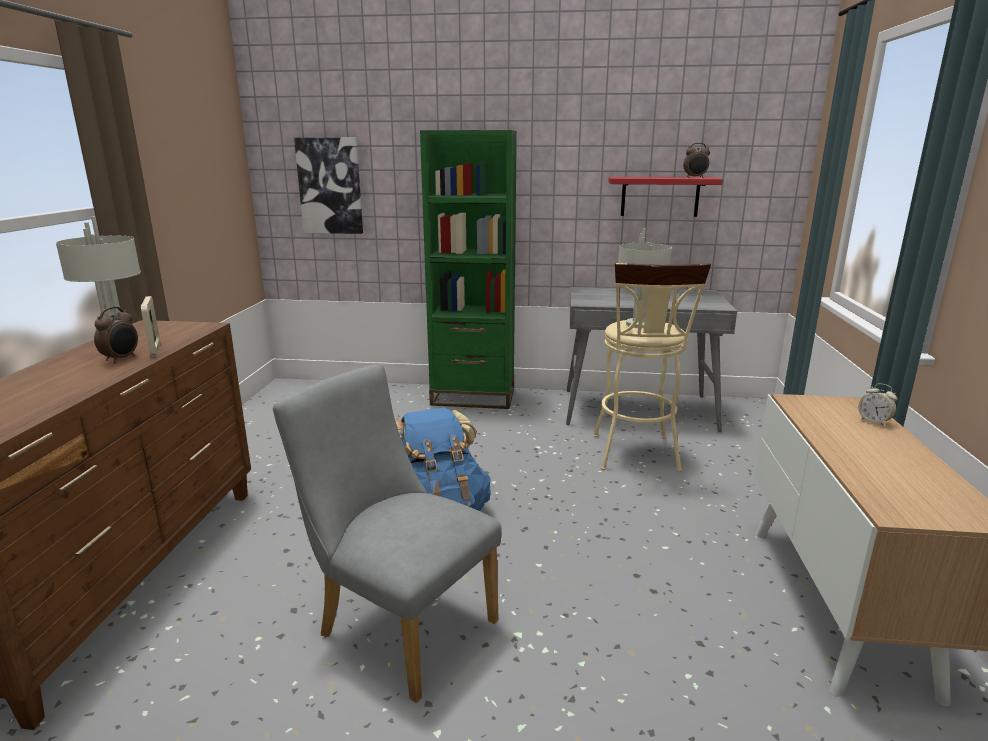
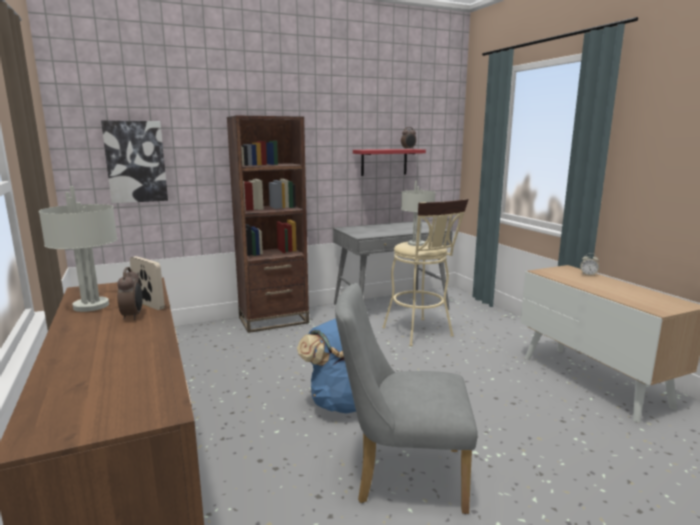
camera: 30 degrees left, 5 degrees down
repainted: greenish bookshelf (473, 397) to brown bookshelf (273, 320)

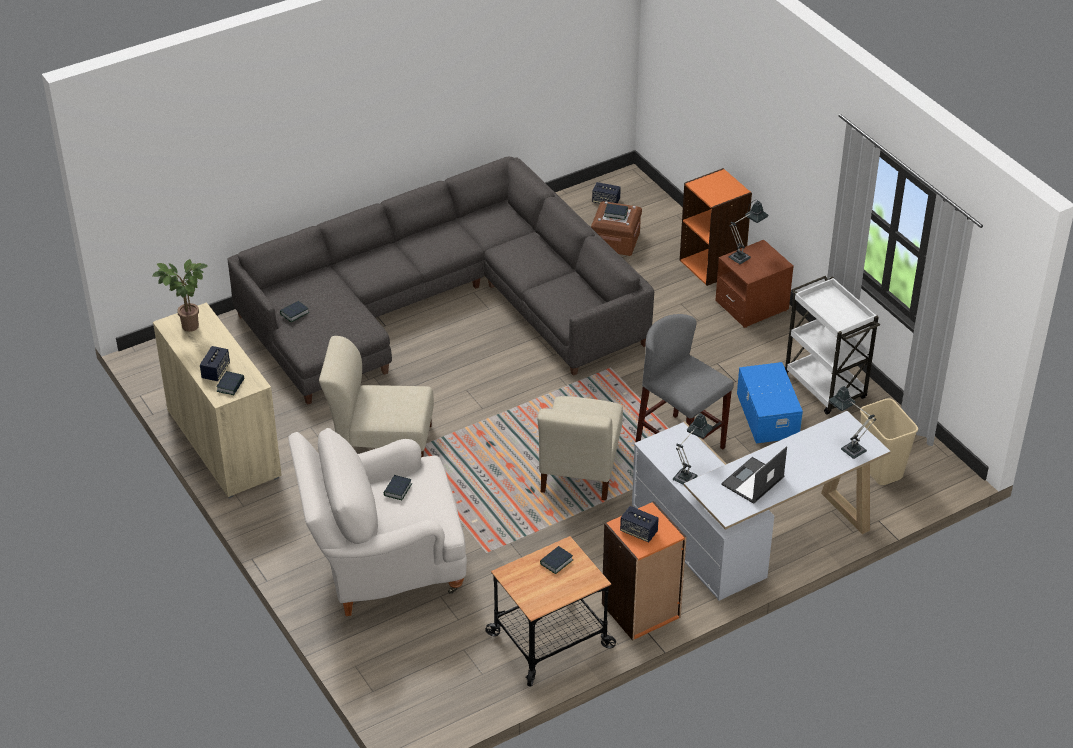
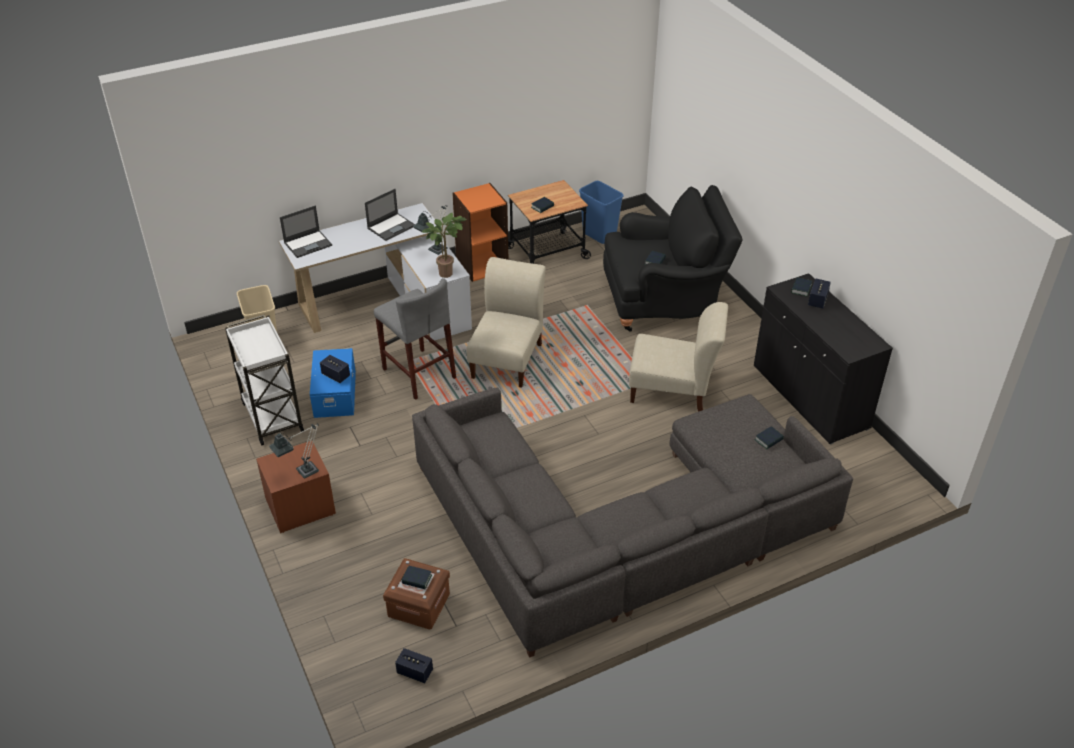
camera: 175 degrees left, 0 degrees up
gone: orange bookshelf (712, 265)
new: blue trash can (600, 235)
shifted: plant in a pot (188, 328) to (447, 272); loudspeaker (638, 532) to (336, 375)
swapped: tabletop lamp (849, 447) to laptop (308, 244)
repainted: beige-coloured cupboard (224, 444) to black-coloured cupboard (809, 397); white-coloured easy chair (382, 564) to black-coloured easy chair (664, 302)

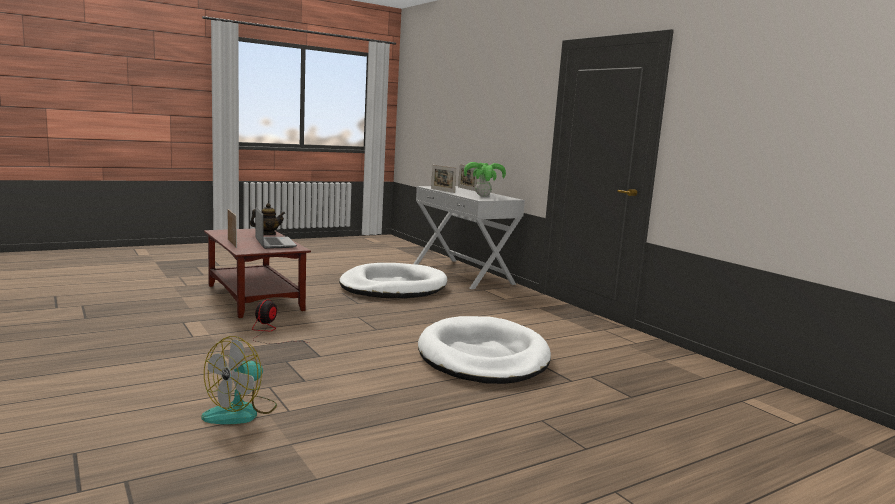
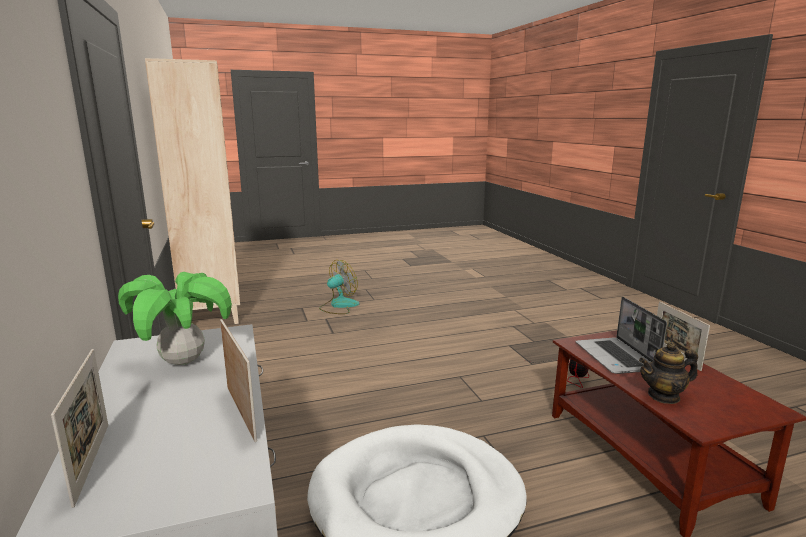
camera: 165 degrees left, 5 degrees up
gone: white-coloured dog cushion (483, 357)
new: beige-coloured bookshelf (212, 315)
shifted: cooling fan (241, 412) to (339, 306)

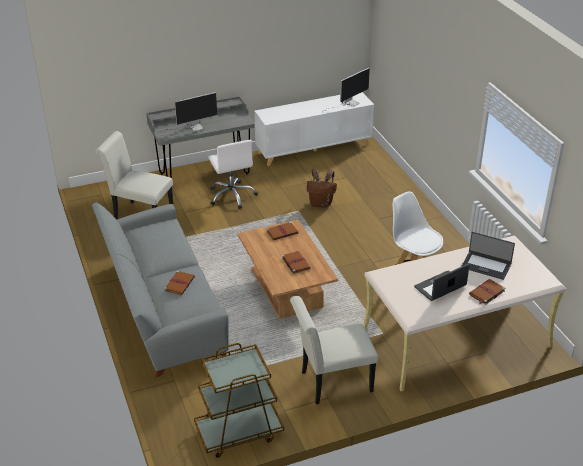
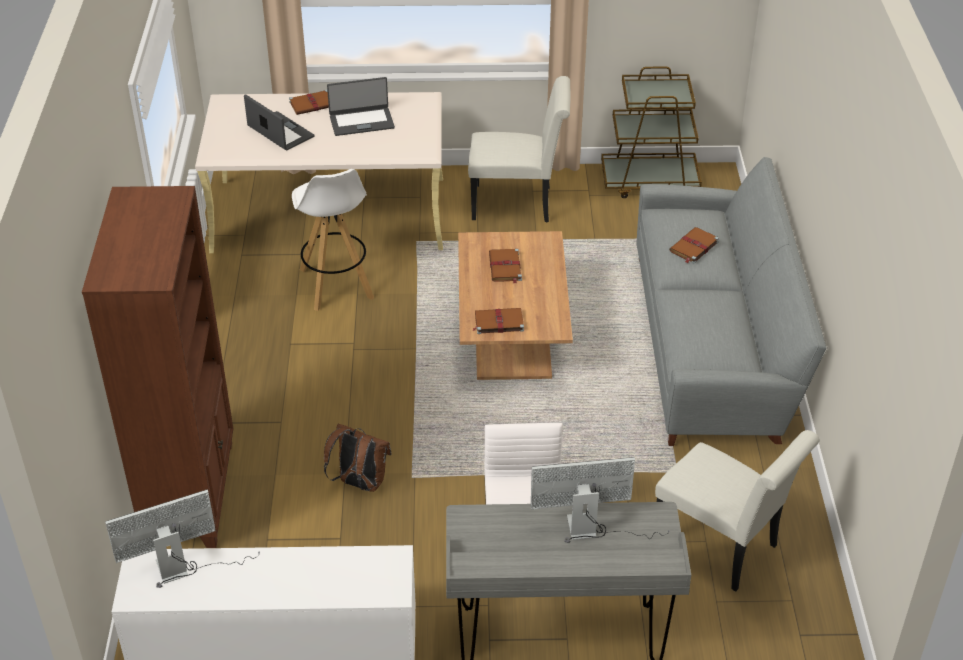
camera: 160 degrees left, 5 degrees up
new: brown bookshelf (191, 493)

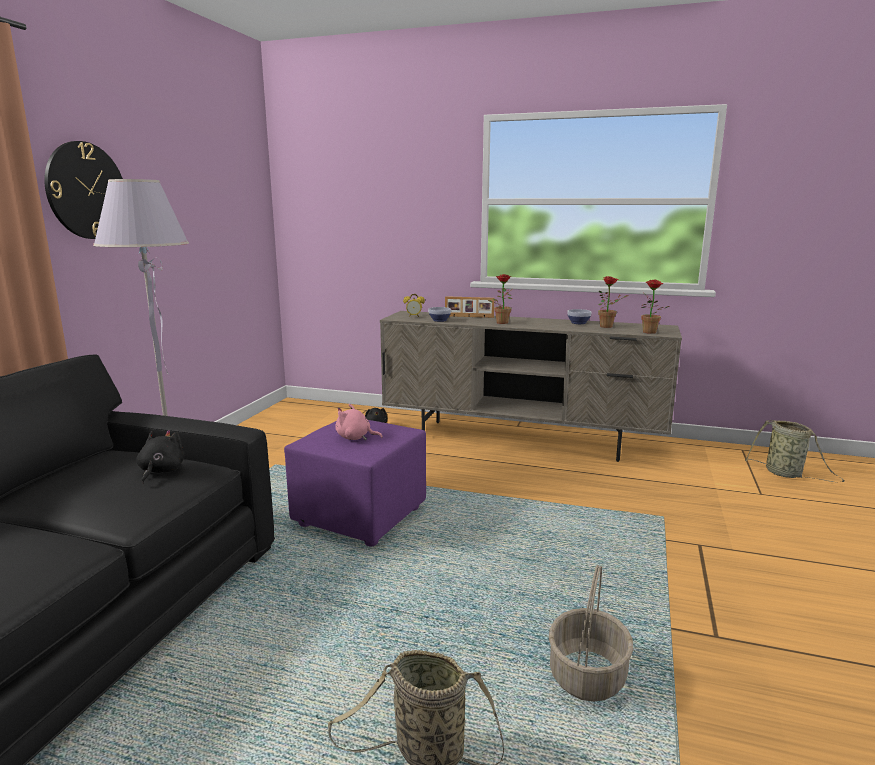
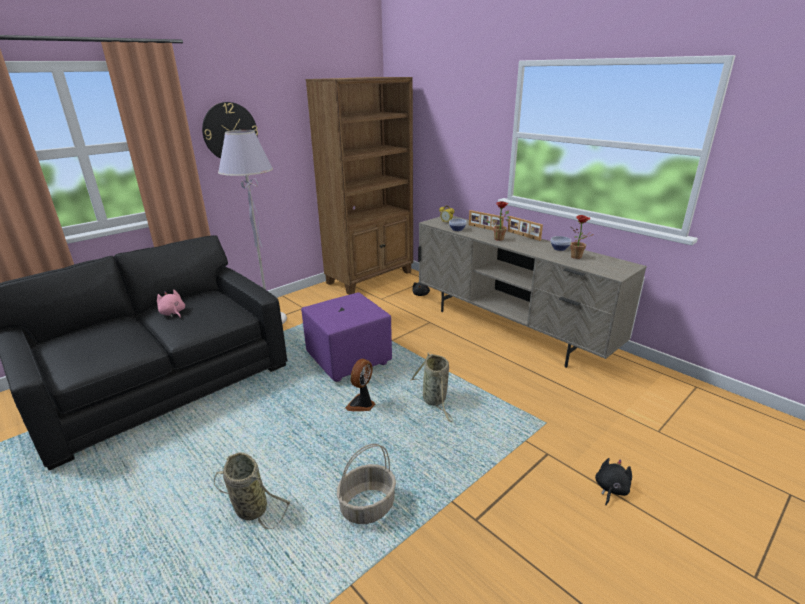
camera: 30 degrees right, 10 degrees up
gone: plant in a pot (650, 332)
new: brown bookshelf (370, 277); photo frame (523, 236); cooling fan (362, 404)
shifted: pink cuddly toy (355, 438) to (173, 313); basket (786, 474) to (435, 400); black-coloured cuddly toy (161, 471) to (610, 489)

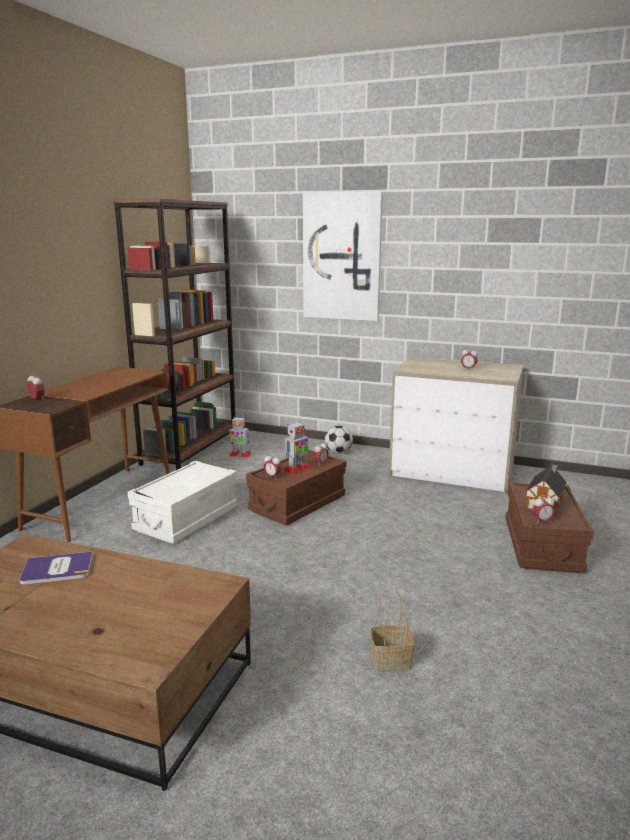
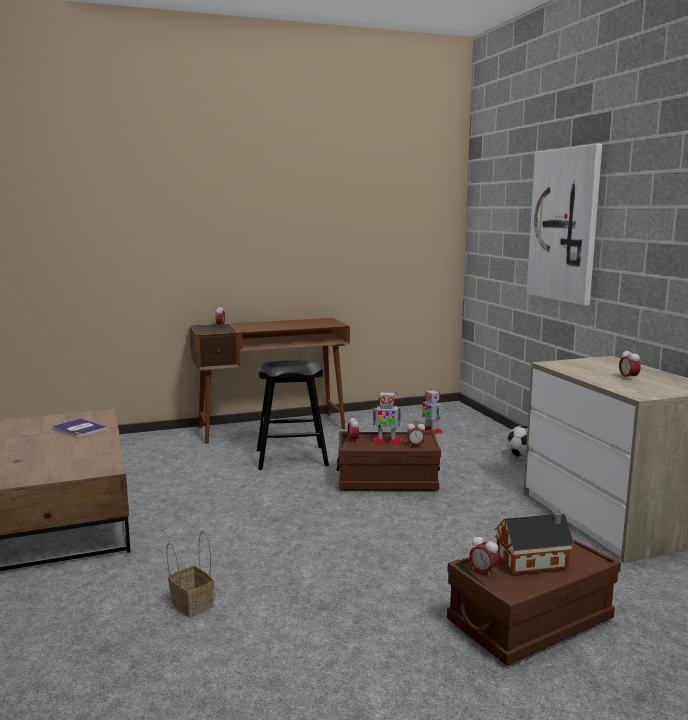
camera: 50 degrees right, 5 degrees down
gone: brown bookshelf (190, 449)
swapped: white-coloured storage bin (186, 519) to black-coloured stool seat (291, 458)

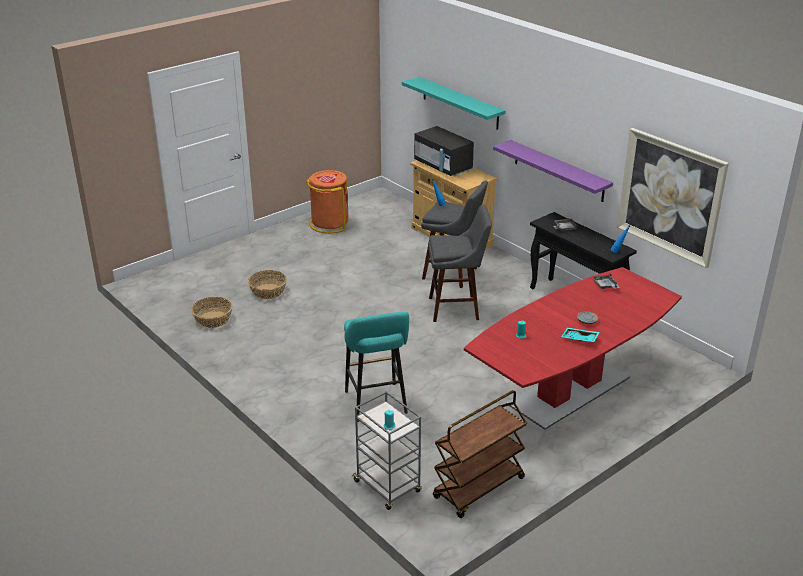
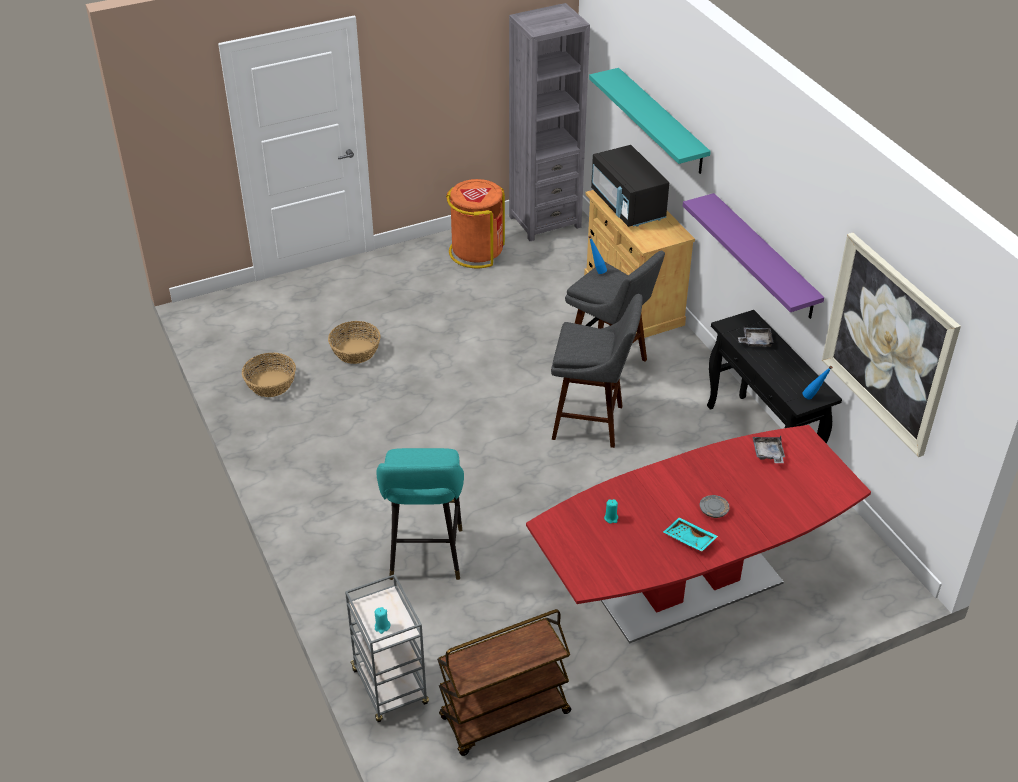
camera: 15 degrees right, 10 degrees up
new: grey bookshelf (544, 221)

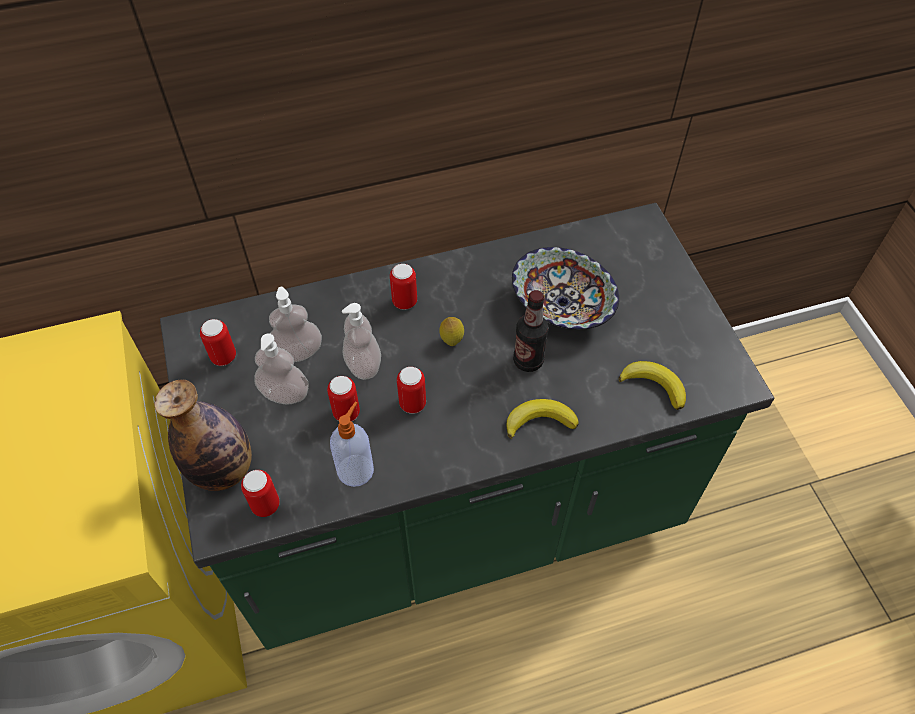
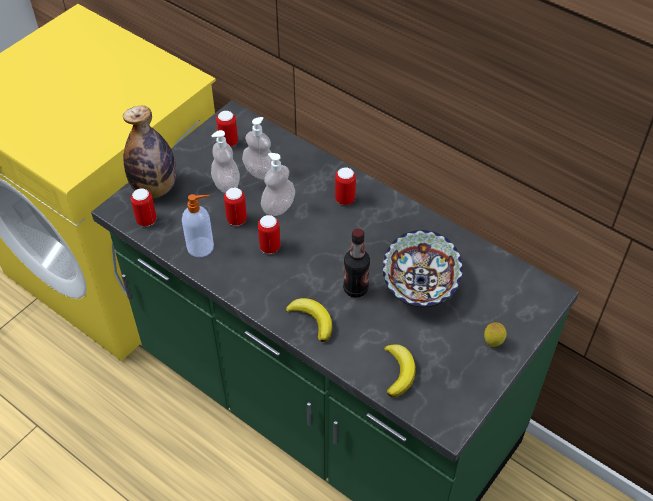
camera: 55 degrees right, 5 degrees down
shifted: lemon (451, 341) to (492, 343)

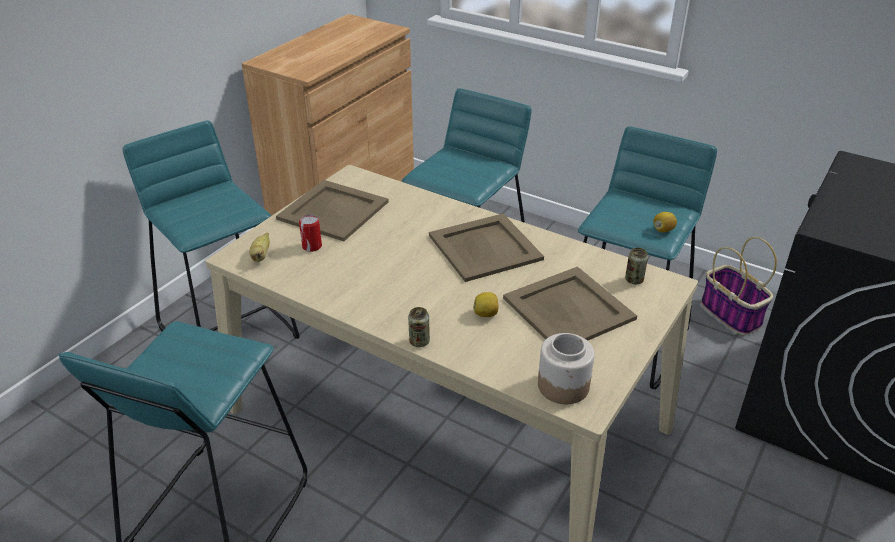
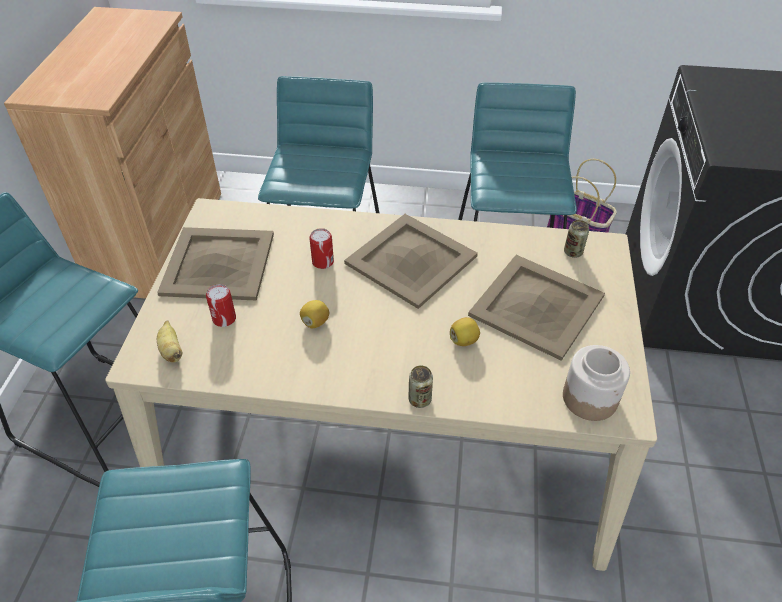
camera: 25 degrees left, 10 degrees up
new: metal can (323, 262)
shifted: lemon (663, 230) to (315, 322)

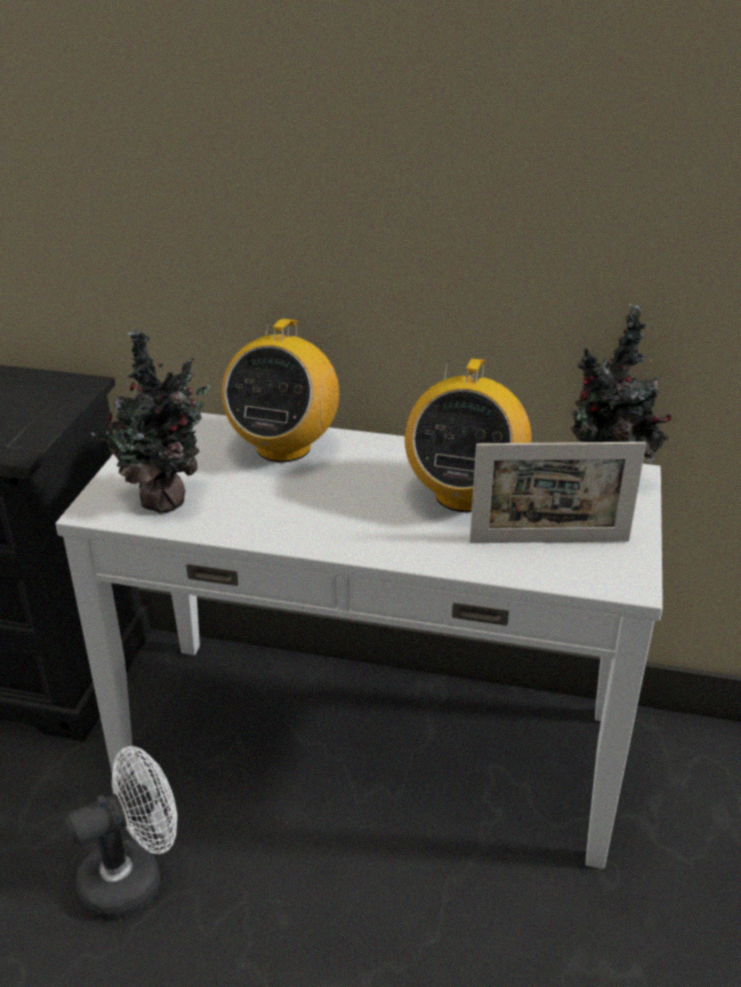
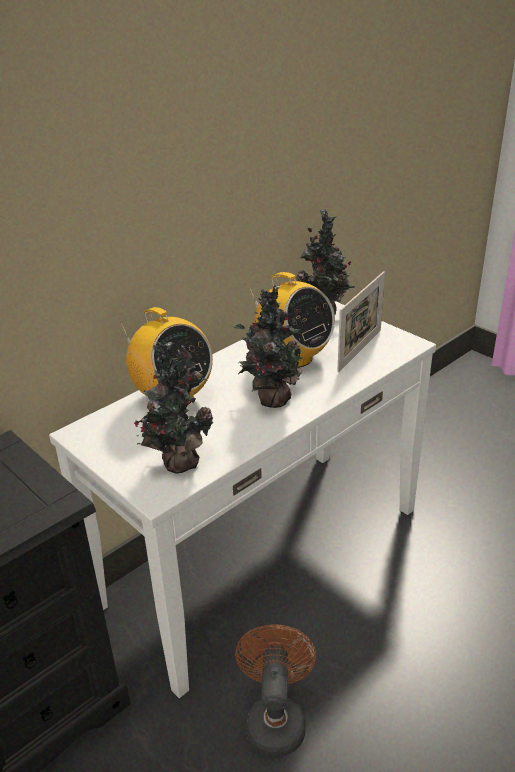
camera: 55 degrees left, 0 degrees up
new: plant in a pot (271, 399)
repainted: white-coloured cooling fan (133, 877) to brown cooling fan (275, 718)

